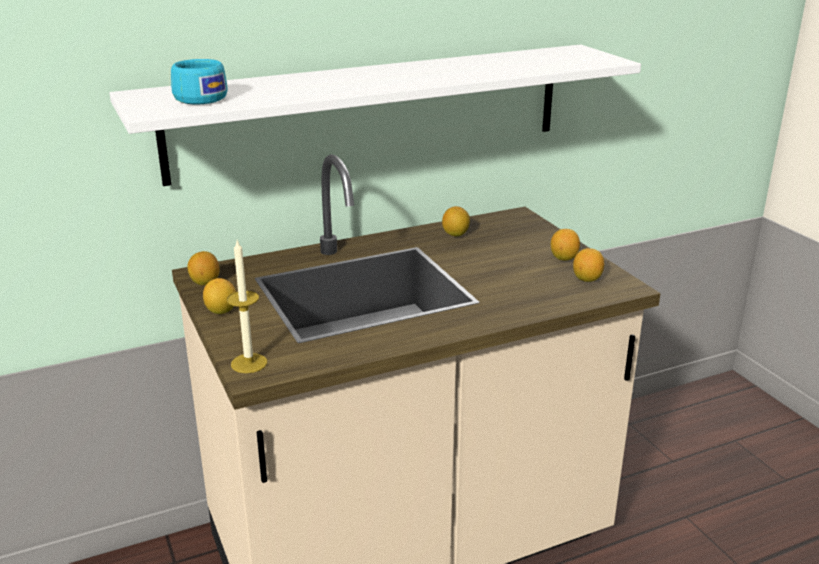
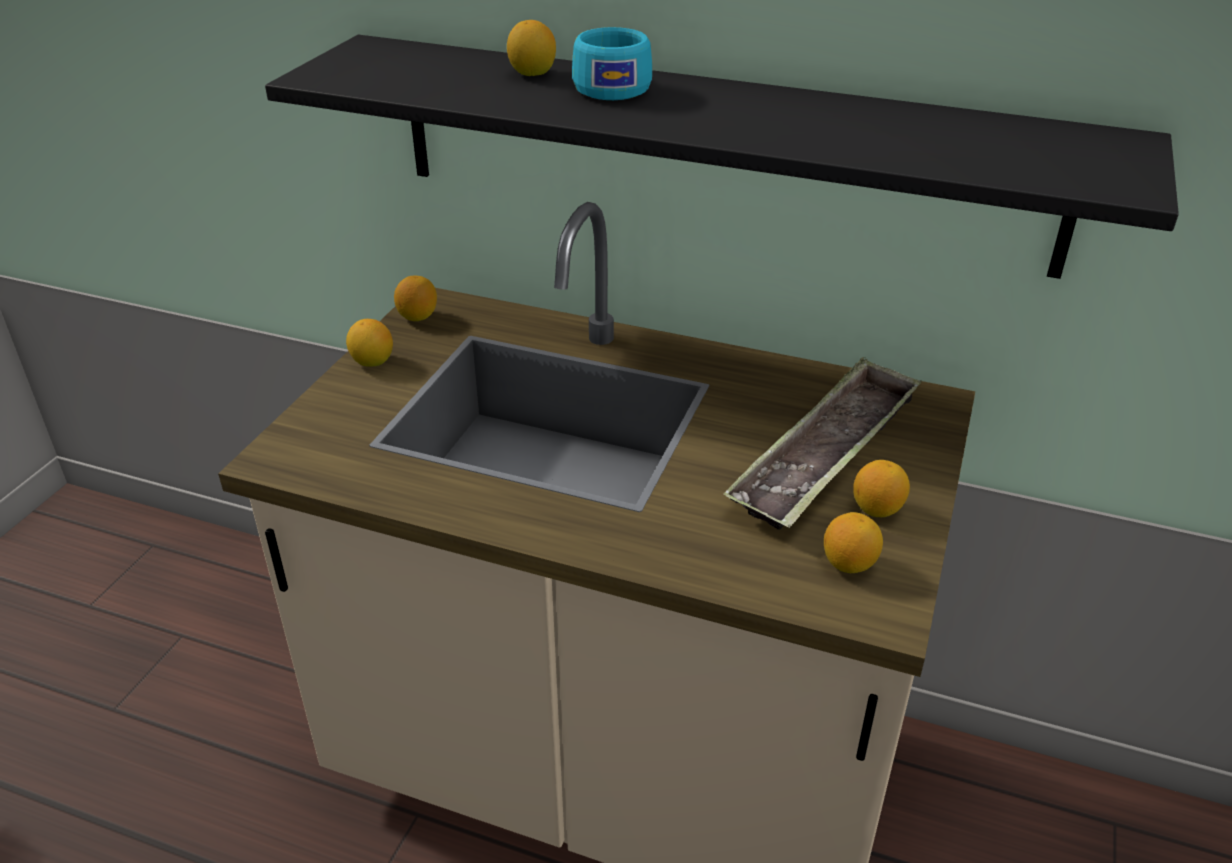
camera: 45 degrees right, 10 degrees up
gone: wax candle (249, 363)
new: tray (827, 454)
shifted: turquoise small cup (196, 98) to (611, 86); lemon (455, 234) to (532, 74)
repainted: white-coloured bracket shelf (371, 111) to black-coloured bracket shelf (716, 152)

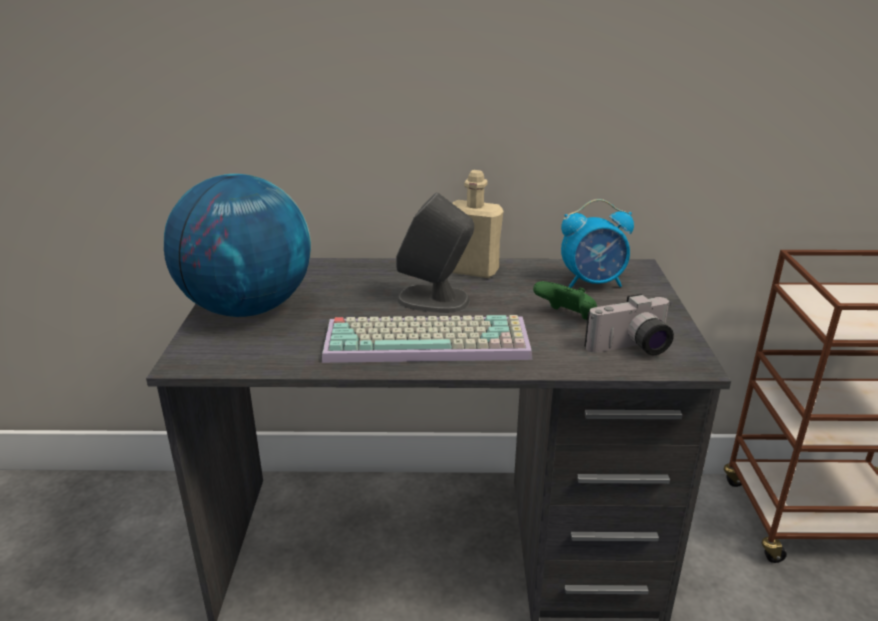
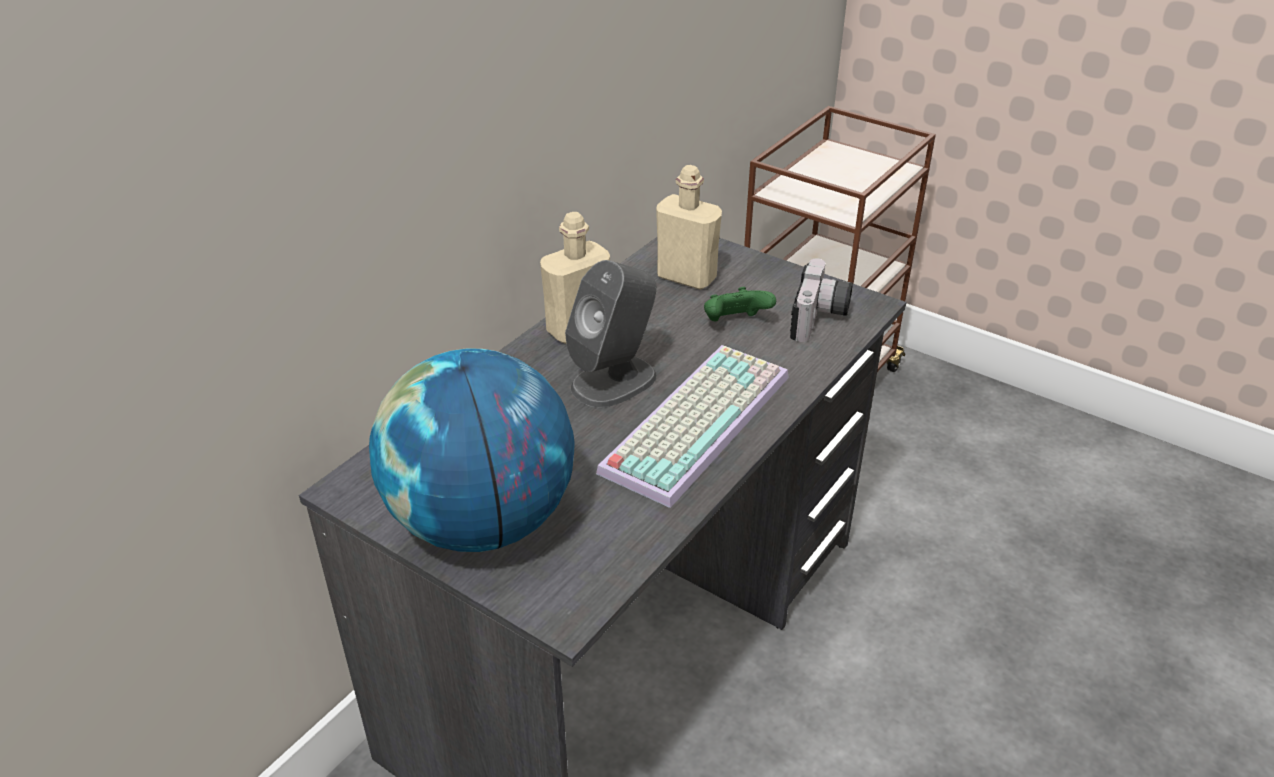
camera: 55 degrees left, 10 degrees up
swapped: bedside clock (593, 283) to beige-coloured beverage bottle (686, 277)

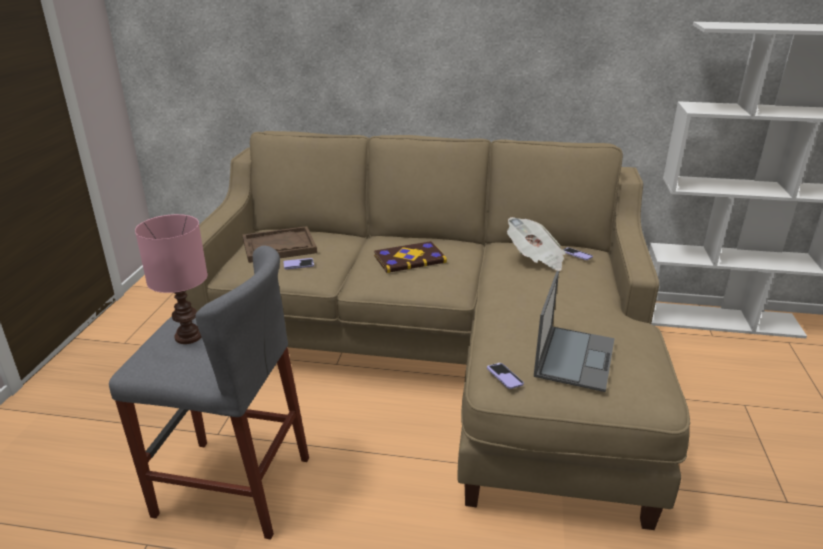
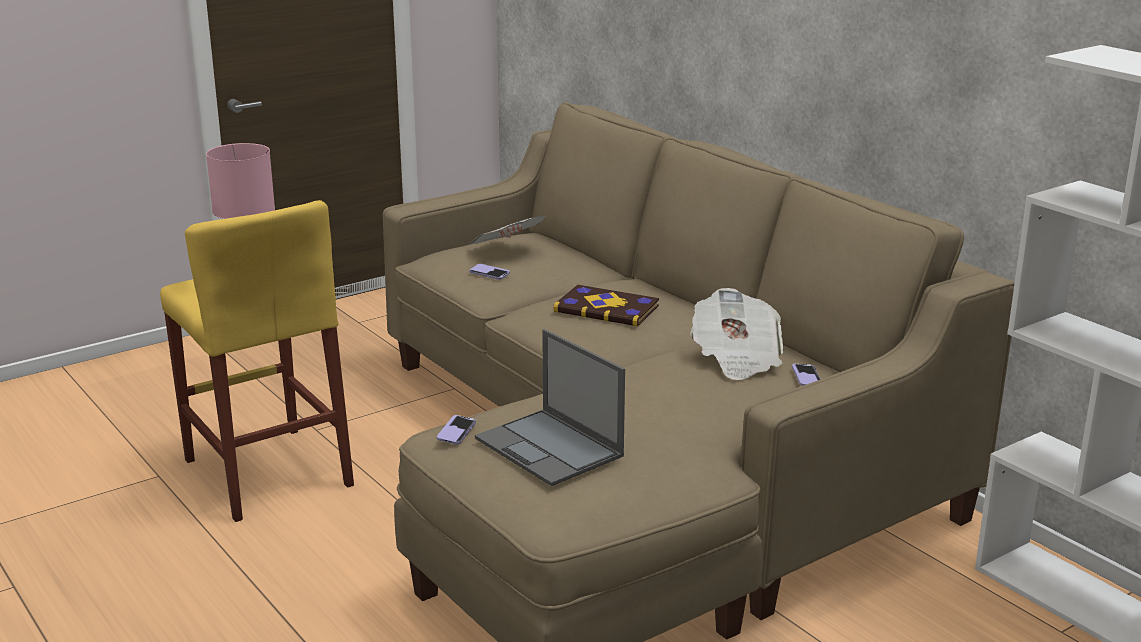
camera: 45 degrees right, 5 degrees down
swapped: brown tray (279, 246) to daily paper (506, 251)
repainted: grey stool seat (233, 486) to yellow stool seat (267, 472)
rotated: laptop (574, 357) = (550, 448) 75 degrees clockwise

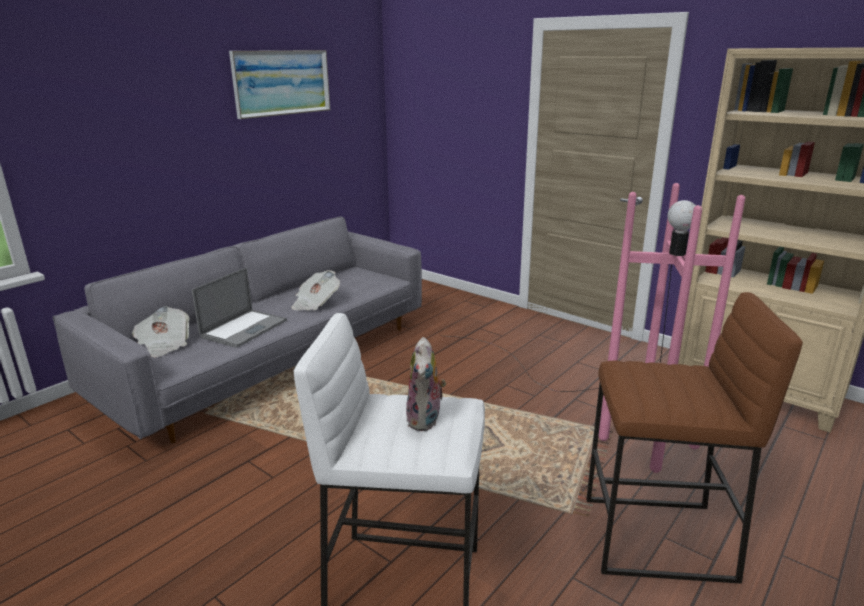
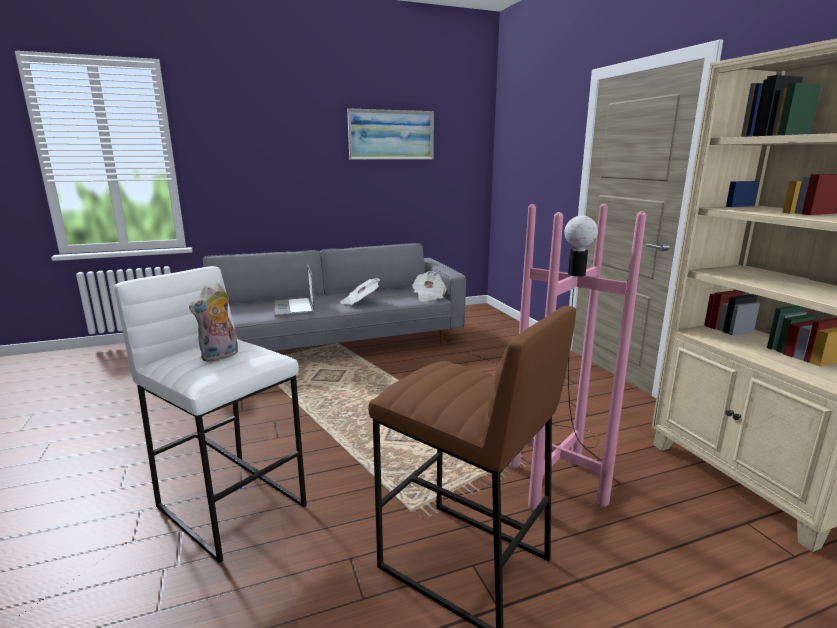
camera: 30 degrees right, 5 degrees down
shifted: daily paper (164, 344) to (429, 296)
rotated: laptop (244, 329) = (294, 307) 105 degrees clockwise

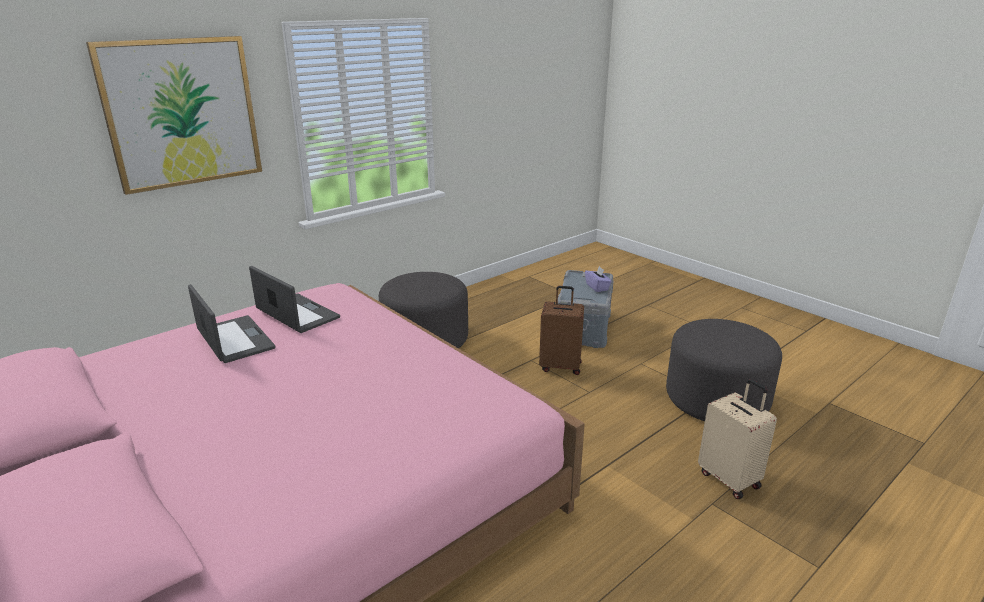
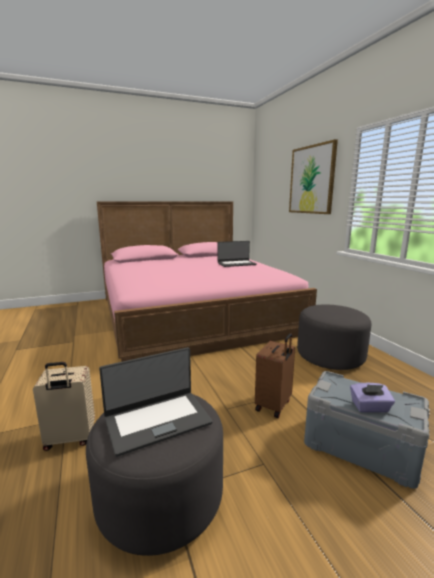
camera: 110 degrees right, 10 degrees down
shifted: laptop (296, 314) to (157, 420)

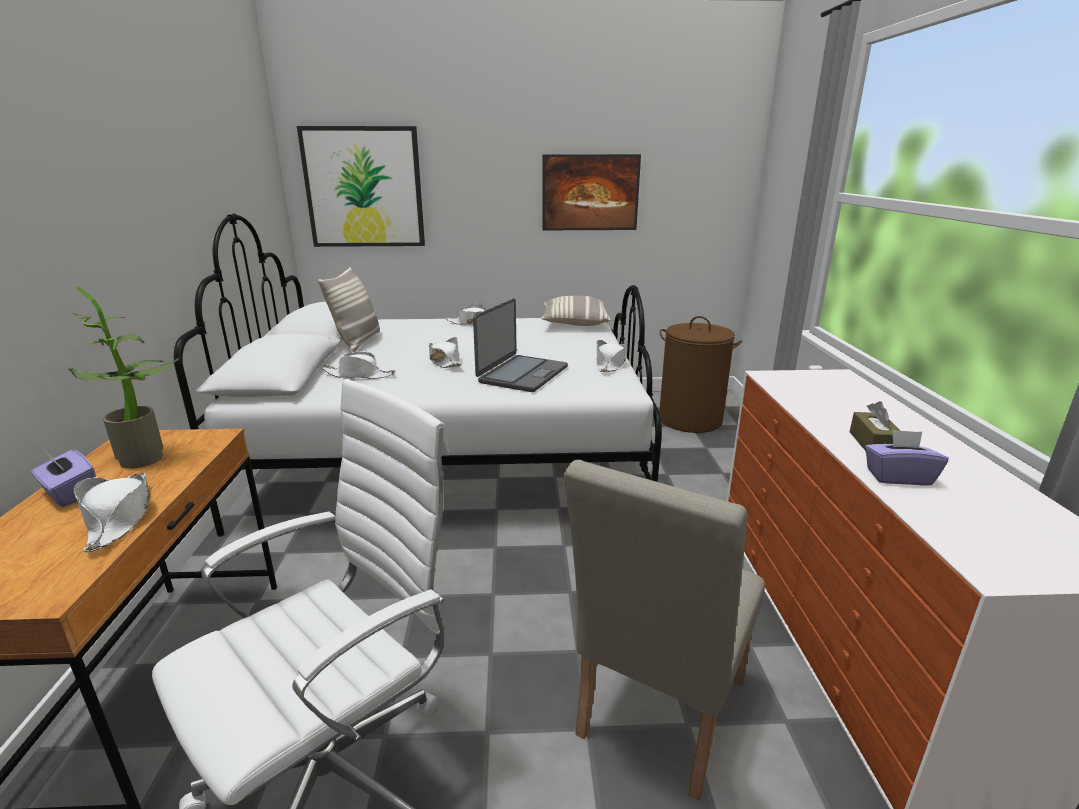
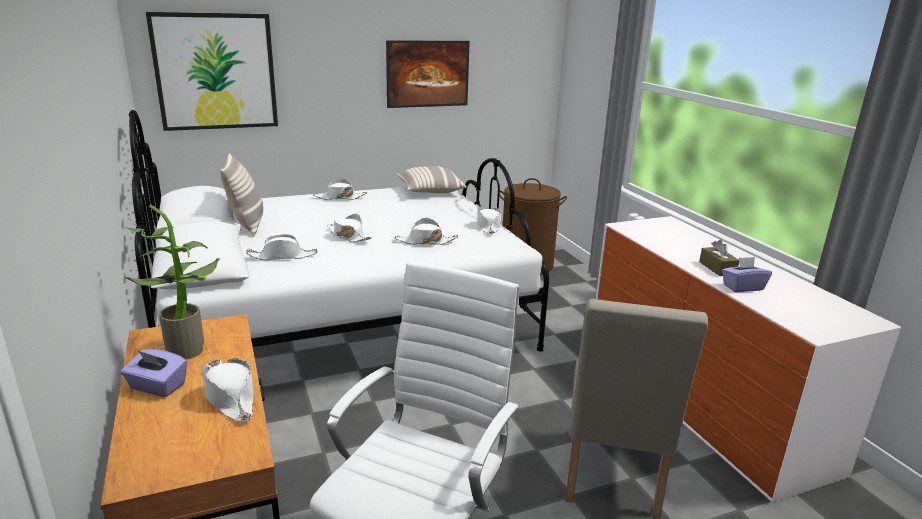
camera: 20 degrees left, 0 degrees up
swapped: laptop (522, 374) to white-coloured clothing hat (425, 241)

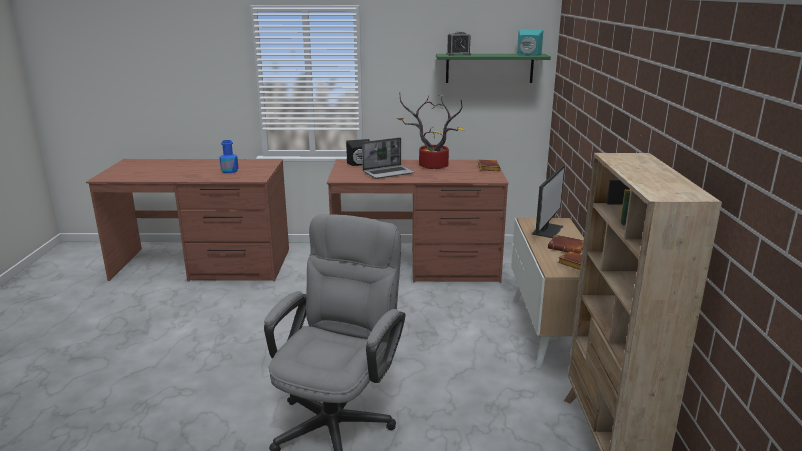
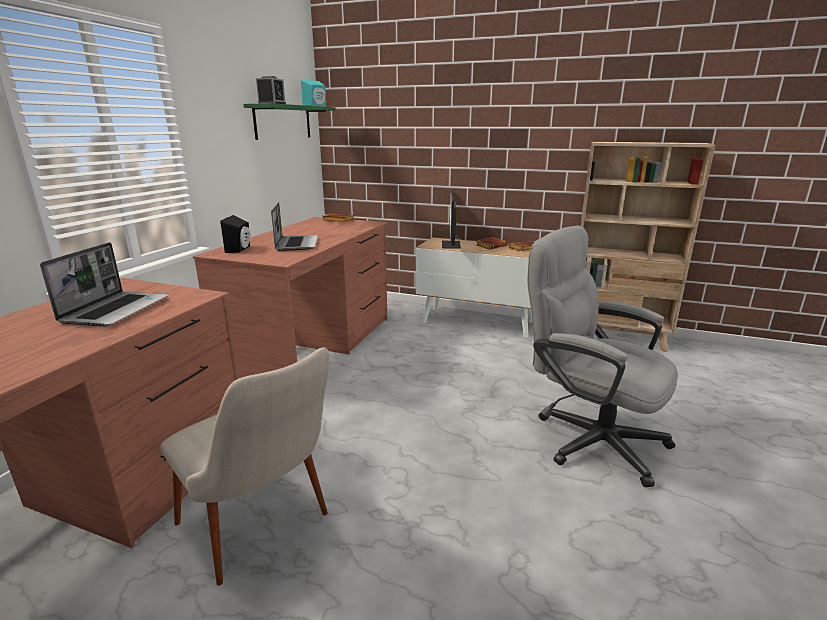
camera: 70 degrees left, 0 degrees up
gone: plant in a pot (430, 166)
new: beige-coloured plain chair (265, 532)
swapped: blue beverage bottle (229, 171) to laptop (116, 310)
rotated: computer screen (547, 230) = (451, 244) 135 degrees counterclockwise

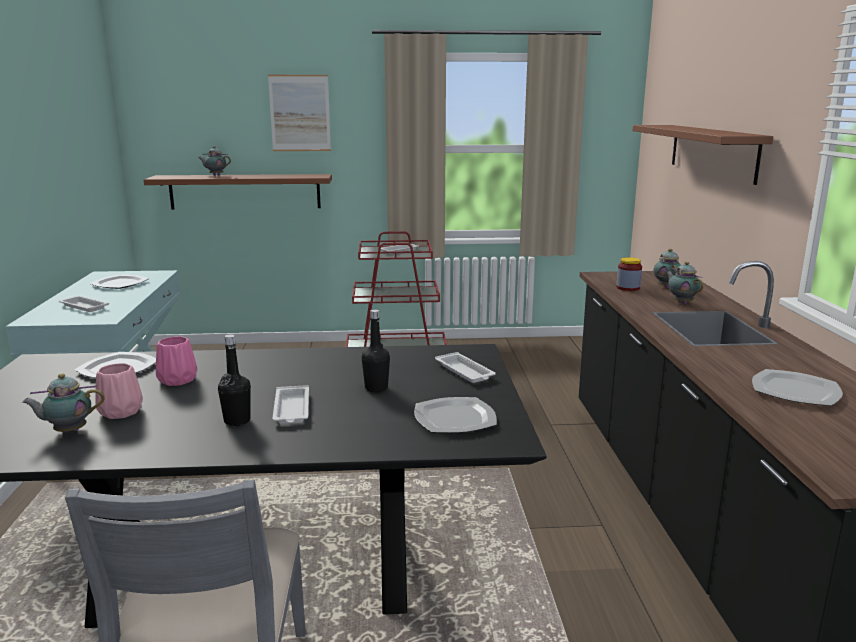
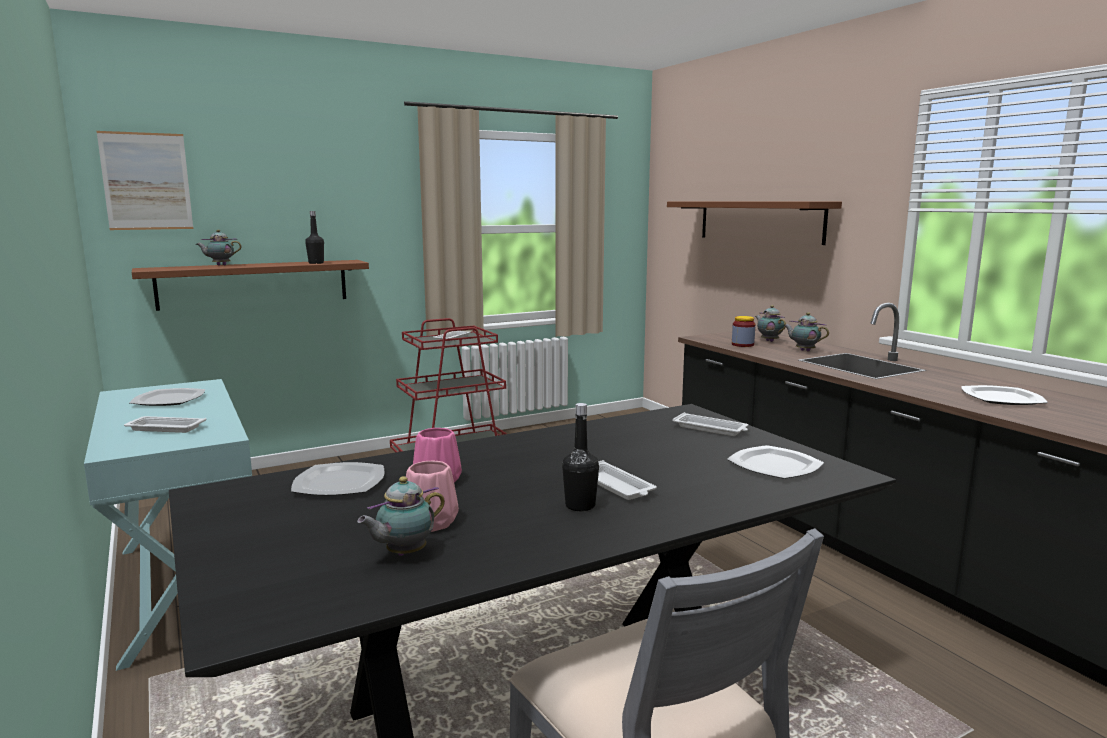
camera: 25 degrees left, 5 degrees down
shifted: wall picture (300, 113) to (146, 181); black-coloured beverage bottle (376, 388) to (316, 263)

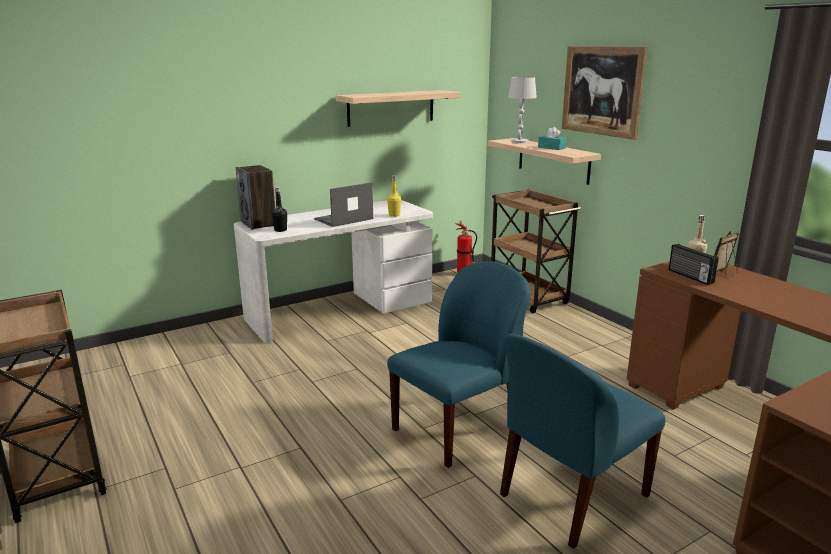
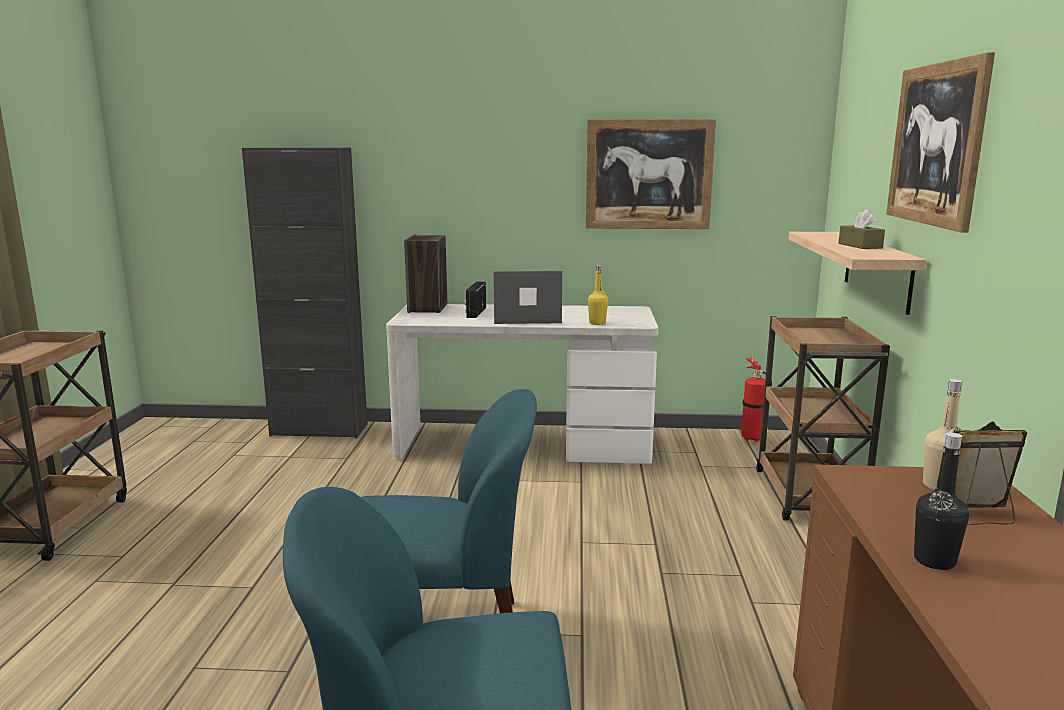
camera: 35 degrees right, 5 degrees down
gone: white-coloured tabletop lamp (519, 142)
new: black-coloured cupboard (319, 430)
shifted: black-coloured beverage bottle (280, 230) to (934, 561); radio (690, 276) to (475, 312)
swapped: bracket shelf (391, 108) to wall picture (649, 174)
repainted: turquoise box of tissues (551, 148) to brown box of tissues (860, 246)

